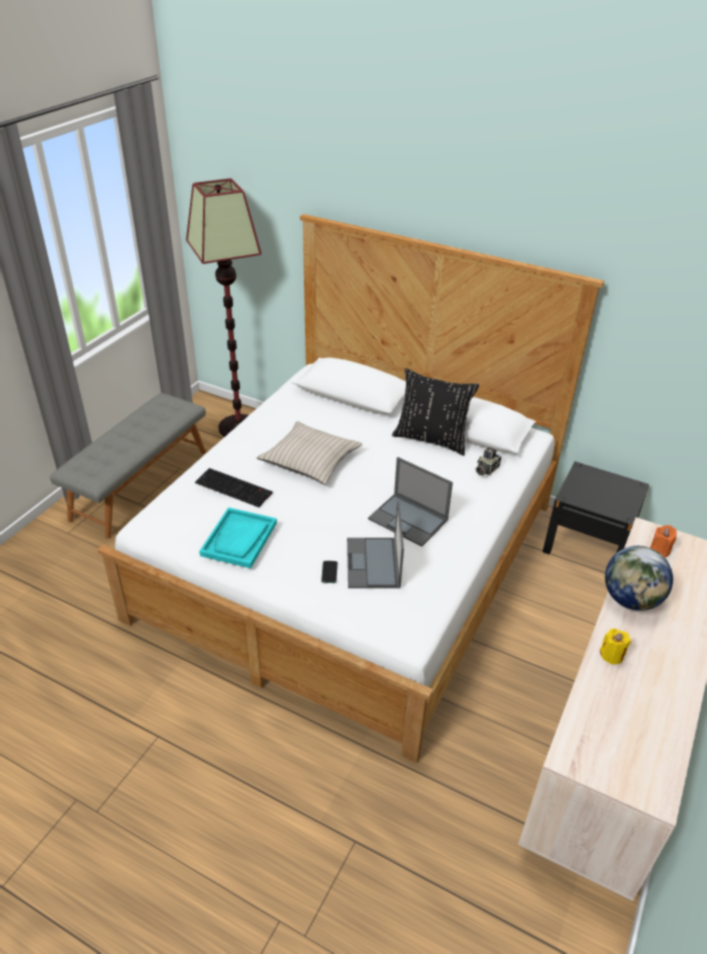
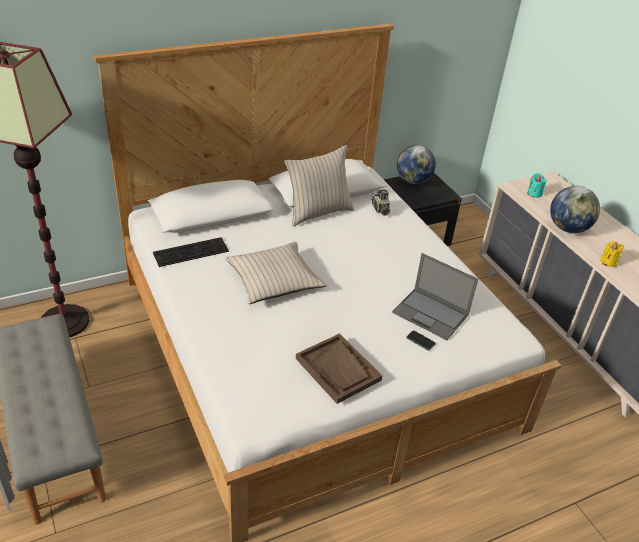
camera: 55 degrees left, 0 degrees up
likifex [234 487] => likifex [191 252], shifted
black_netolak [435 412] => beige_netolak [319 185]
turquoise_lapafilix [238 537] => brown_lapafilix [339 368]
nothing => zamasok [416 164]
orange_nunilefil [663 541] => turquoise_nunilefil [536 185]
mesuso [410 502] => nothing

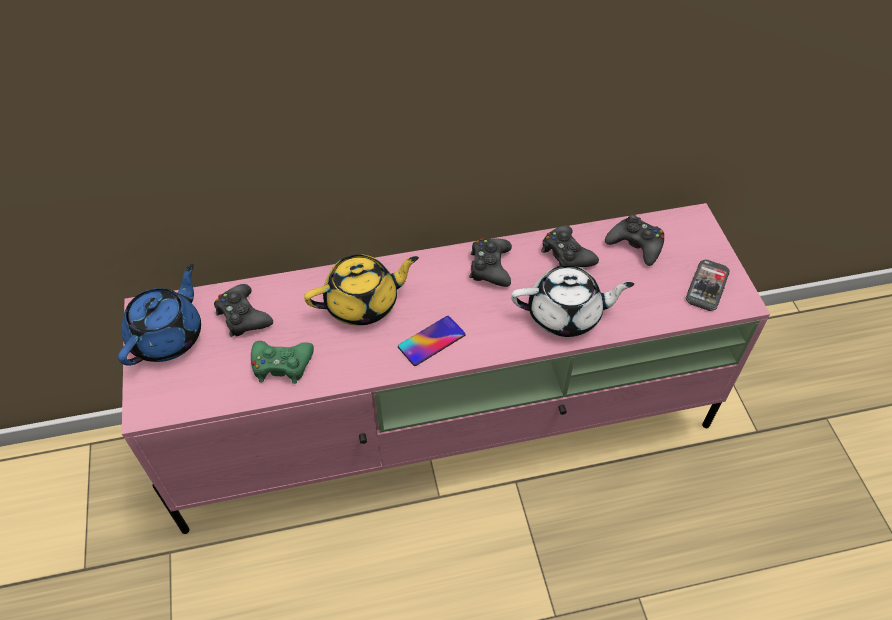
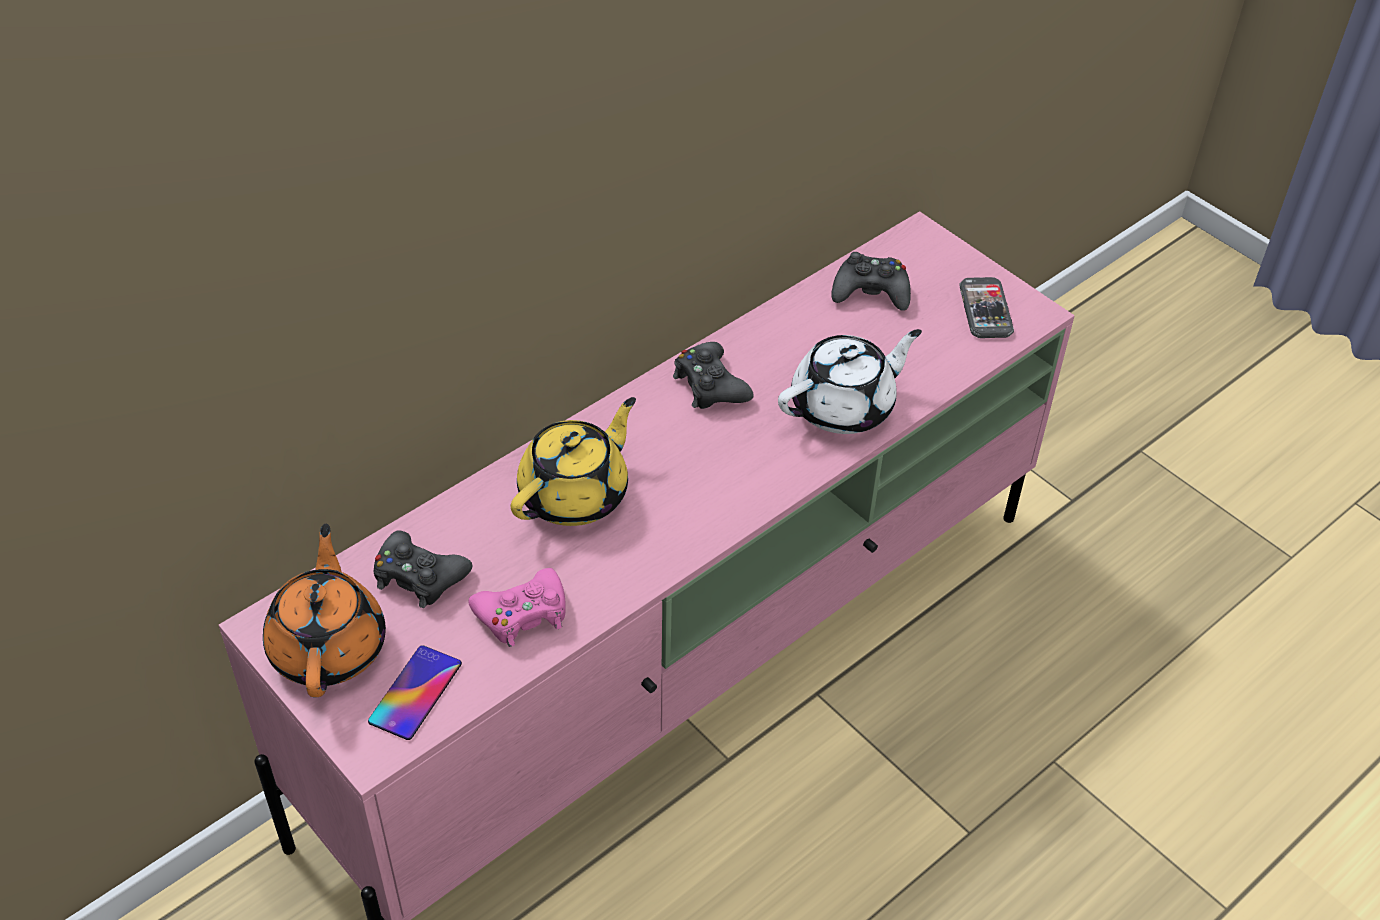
camera: 30 degrees left, 5 degrees down
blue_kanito [159 315] => orange_kanito [324 611]
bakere [432 341] => bakere [415 692], shifted
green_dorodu [282 362] => pink_dorodu [517 607]
black_dorodu [570 246] => nothing

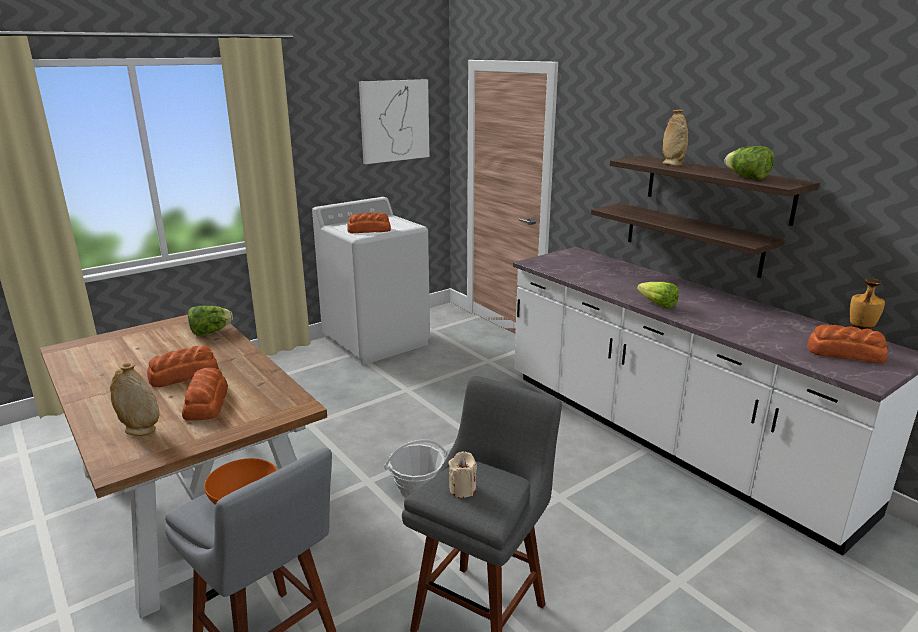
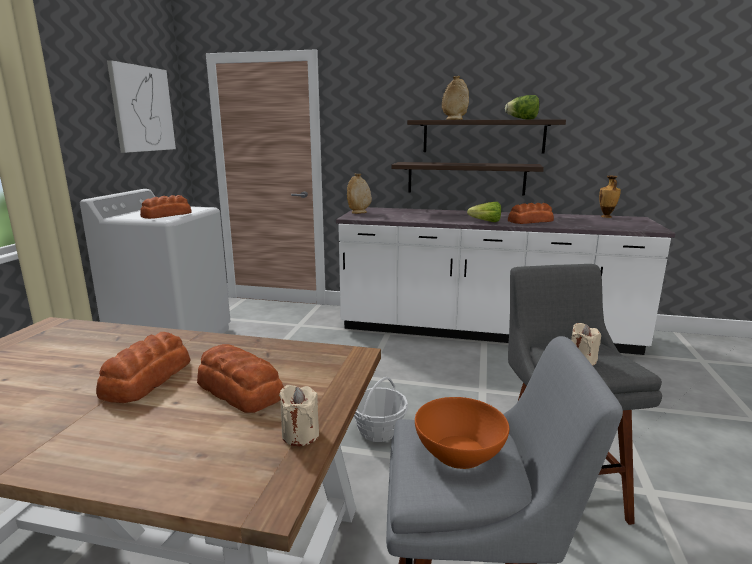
camera: 40 degrees left, 5 degrees down
nothing => beige_nunilefil [299 415]
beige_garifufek [134 399] => beige_garifufek [359 194], shifted
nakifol [847 344] => nakifol [531 213], shifted
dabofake [210 320] => nothing

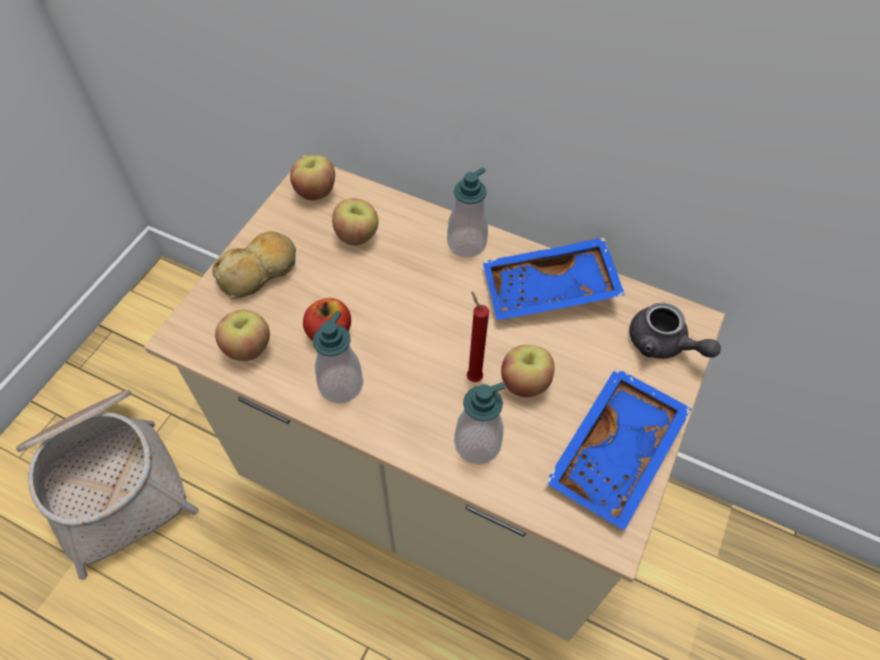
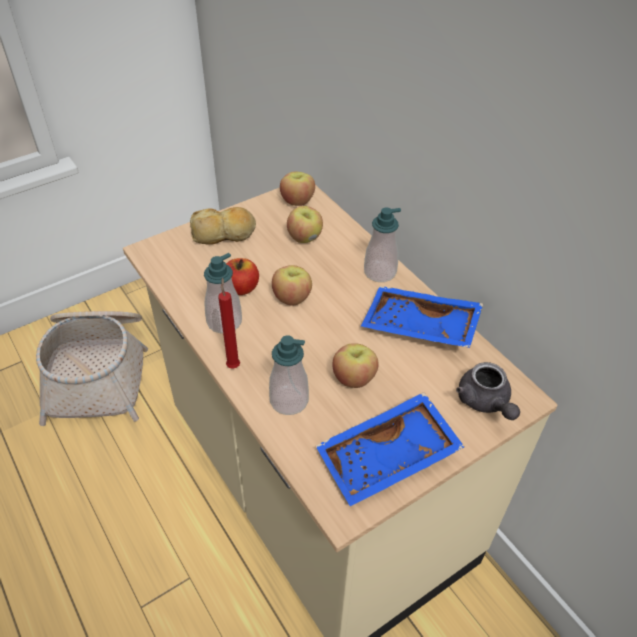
camera: 30 degrees right, 10 degrees down
red_nunilefil [478 336] => red_nunilefil [229 323], shifted
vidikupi [242 335] => vidikupi [292 285], shifted

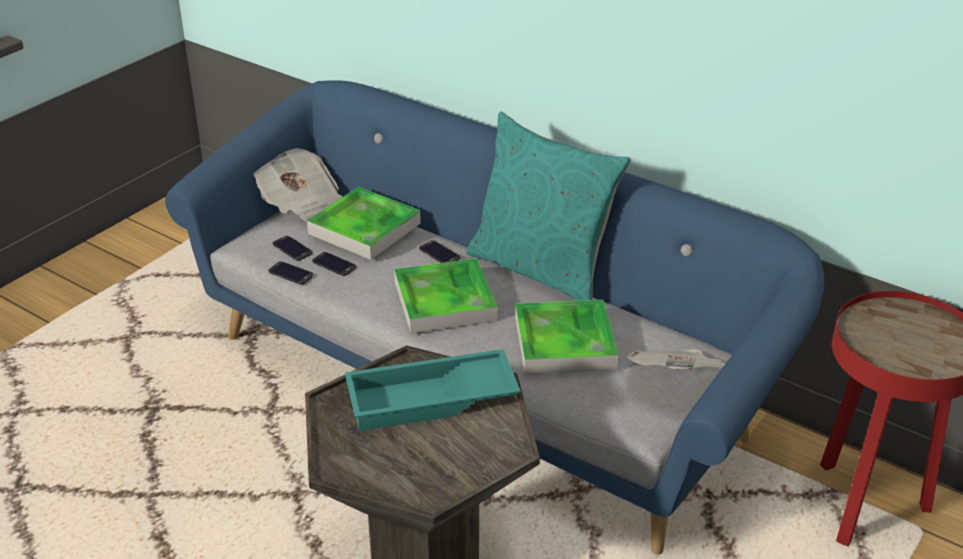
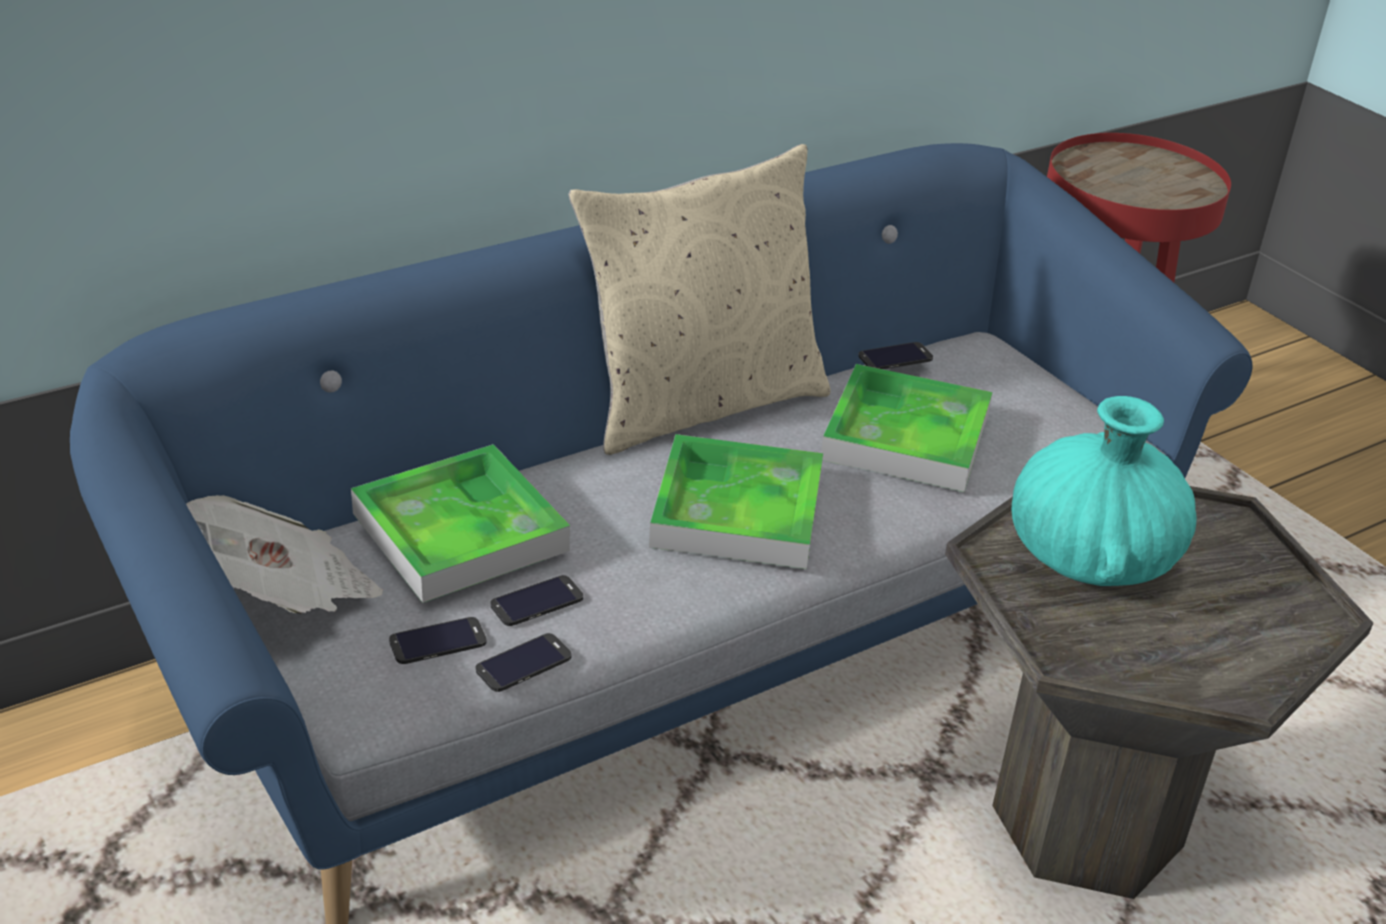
camera: 70 degrees left, 0 degrees up
turquoise_netolak [548 206] => beige_netolak [699 299]
bakere [439 251] => bakere [895 355], shifted
turquoise_lapafilix [433 390] => turquoise_garifufek [1104 491]
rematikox [676 359] => nothing

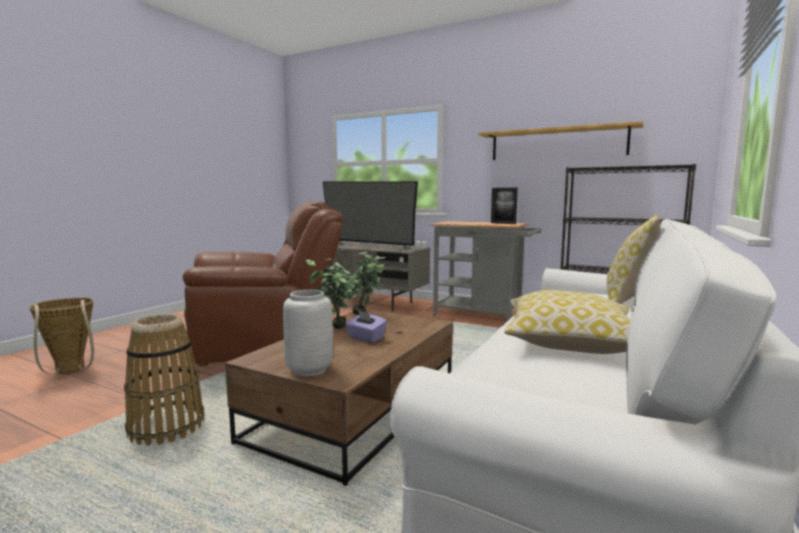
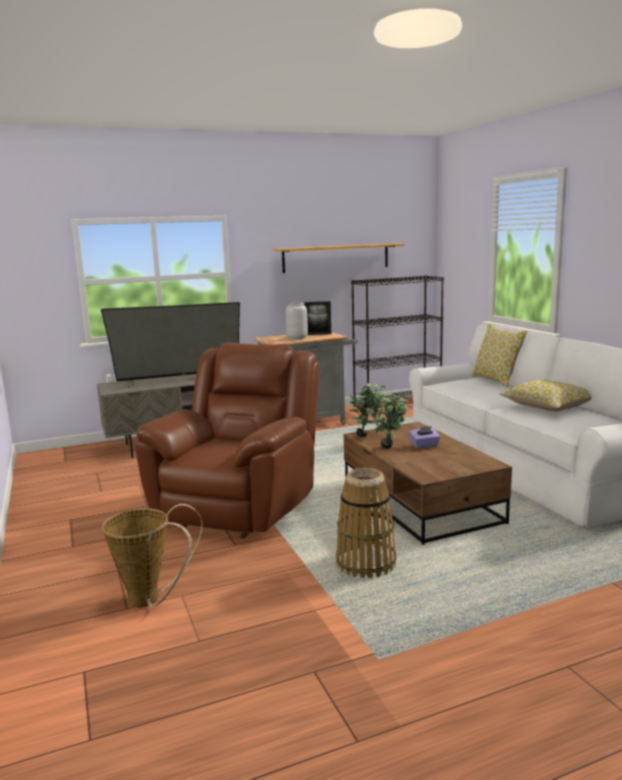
camera: 50 degrees left, 5 degrees up
grey_garifufek [308 333] => grey_garifufek [297 321], shifted

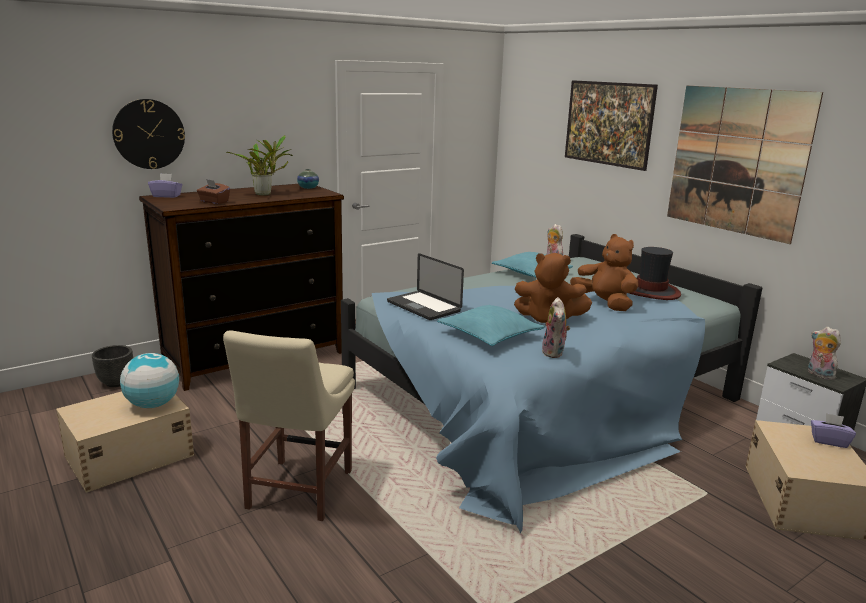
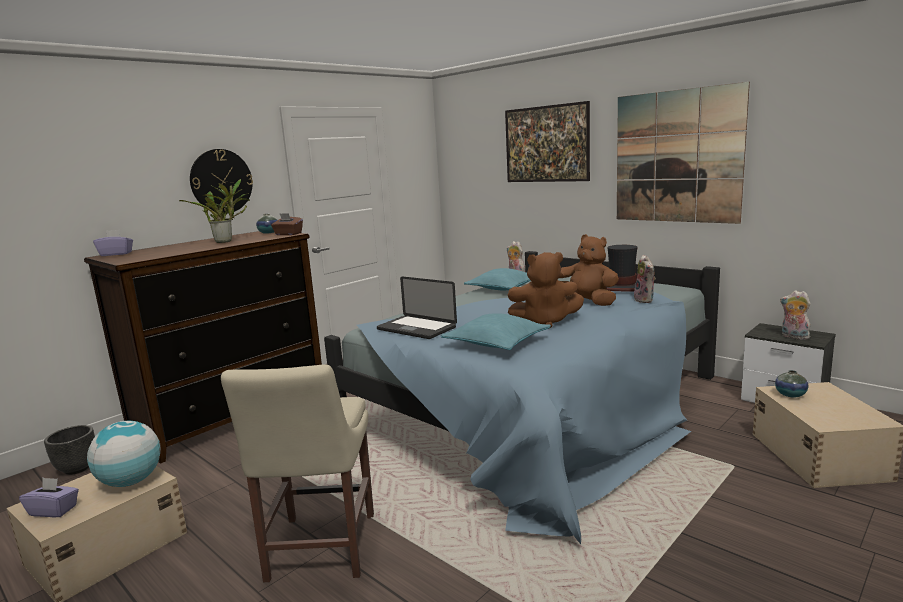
camera: 10 degrees left, 5 degrees down
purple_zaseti [833 430] => purple_zaseti [49 497], shifted
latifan [148 134] => latifan [221 181], shifted
brown_zaseti [213 191] => brown_zaseti [287 224], shifted
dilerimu [555 327] => dilerimu [645 279], shifted
nothing => garifufek [792 383]

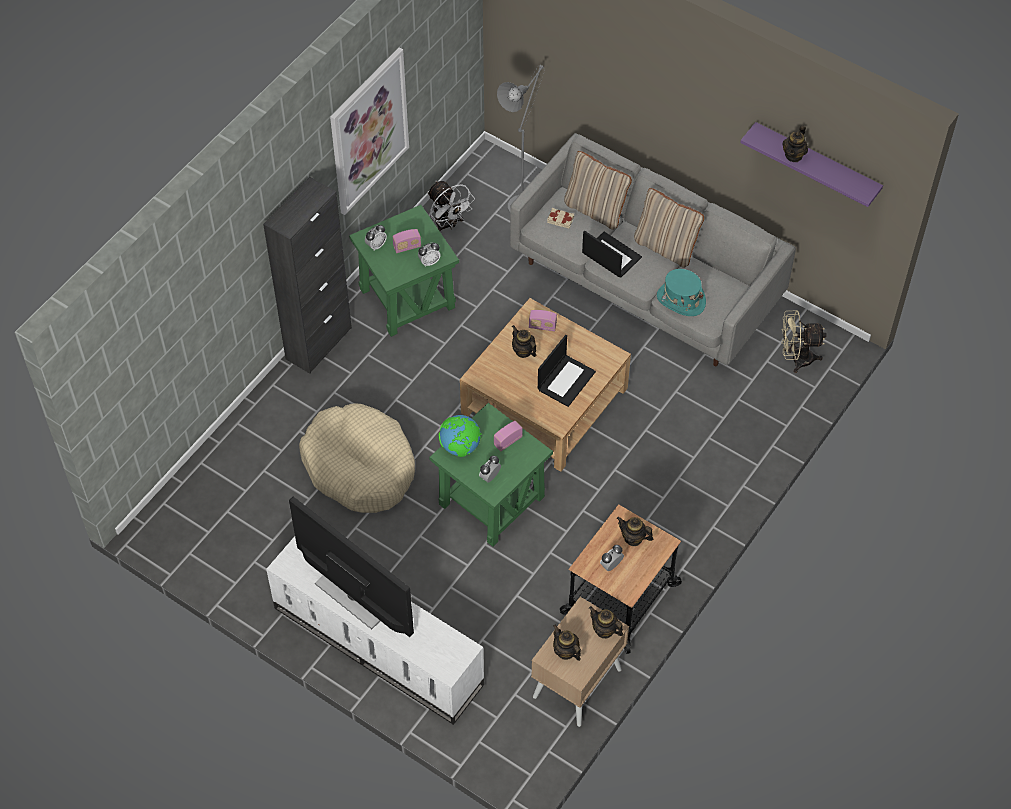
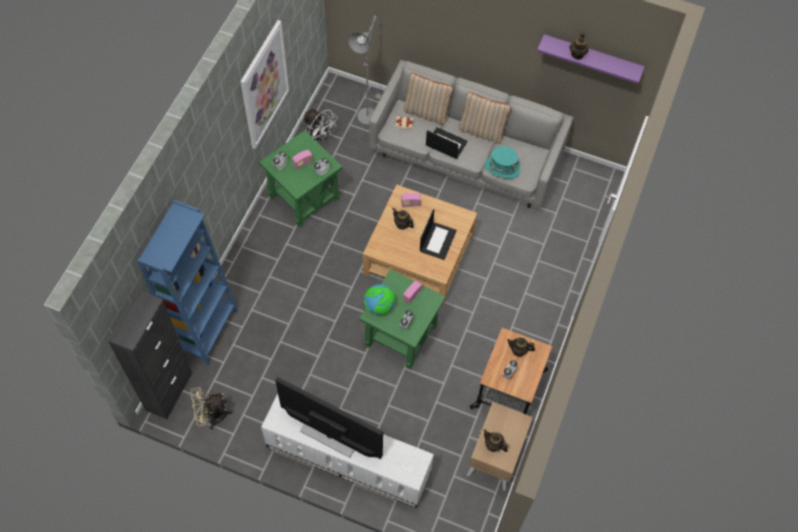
camera: 15 degrees left, 5 degrees up
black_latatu [307 275] => black_latatu [150 354], shifted
nothing => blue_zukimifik [187 282]
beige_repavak [804 341] => beige_repavak [211 408], shifted
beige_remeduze [357 458] => nothing
kanito [606 622] => nothing

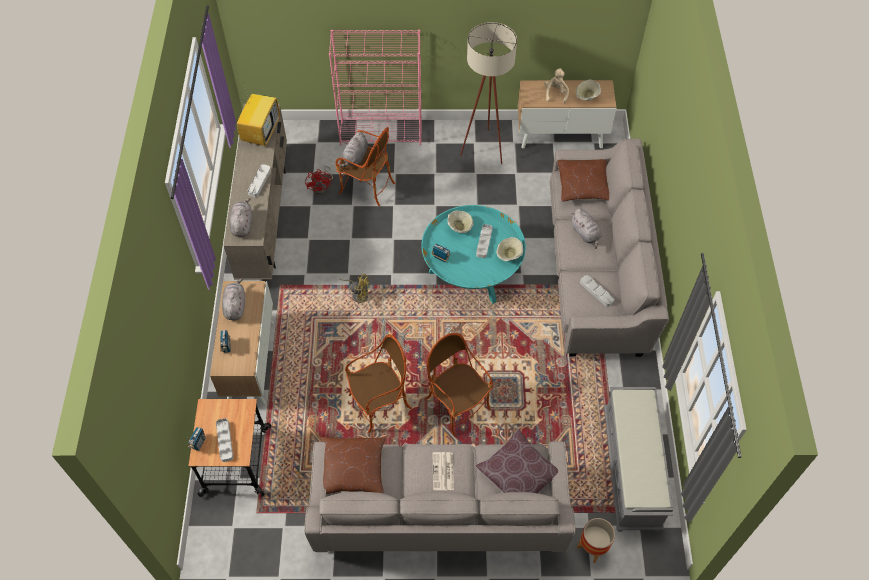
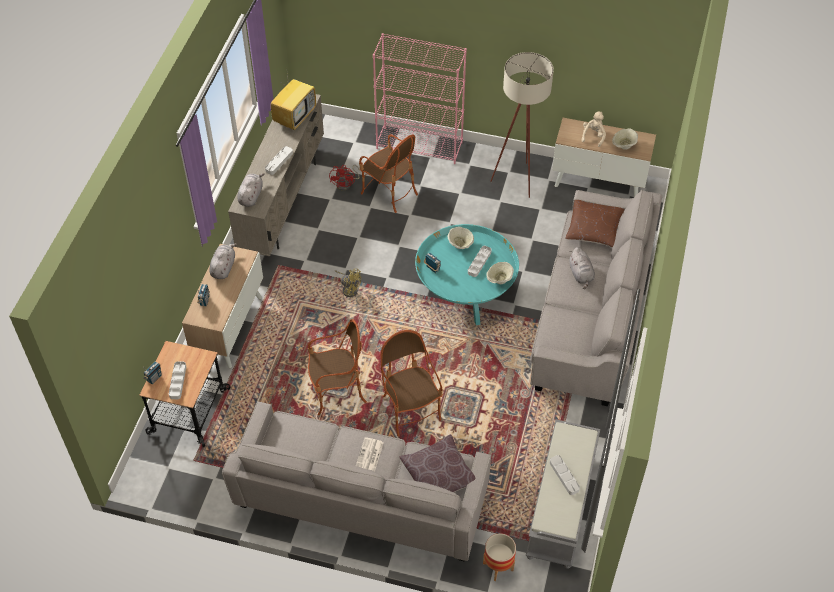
camera: 15 degrees right, 5 degrees down
grey_lapafilix [597 291] => grey_lapafilix [565 475], shifted
brown_netolak [353 465] => nothing
grey_dilerimu [353 149] => nothing

